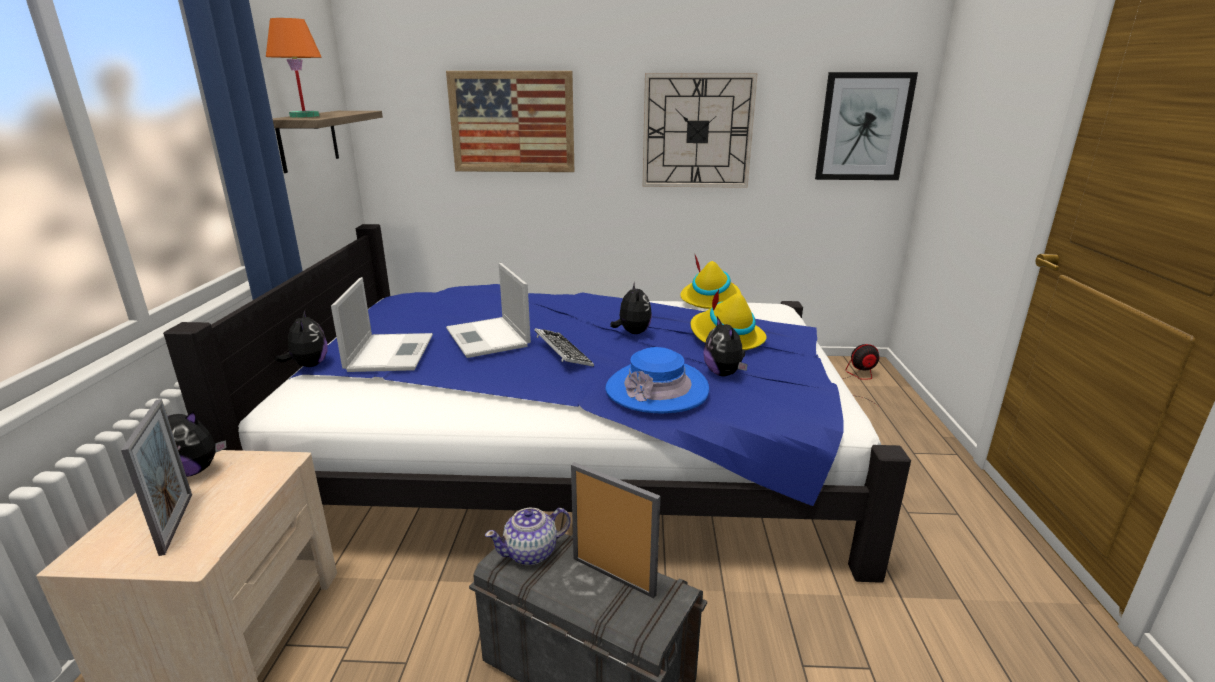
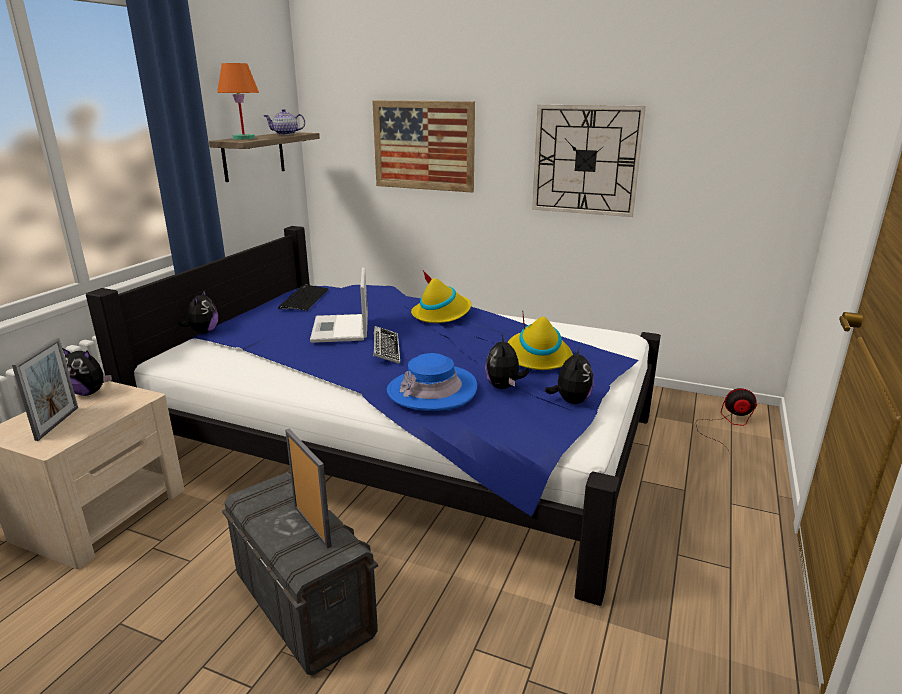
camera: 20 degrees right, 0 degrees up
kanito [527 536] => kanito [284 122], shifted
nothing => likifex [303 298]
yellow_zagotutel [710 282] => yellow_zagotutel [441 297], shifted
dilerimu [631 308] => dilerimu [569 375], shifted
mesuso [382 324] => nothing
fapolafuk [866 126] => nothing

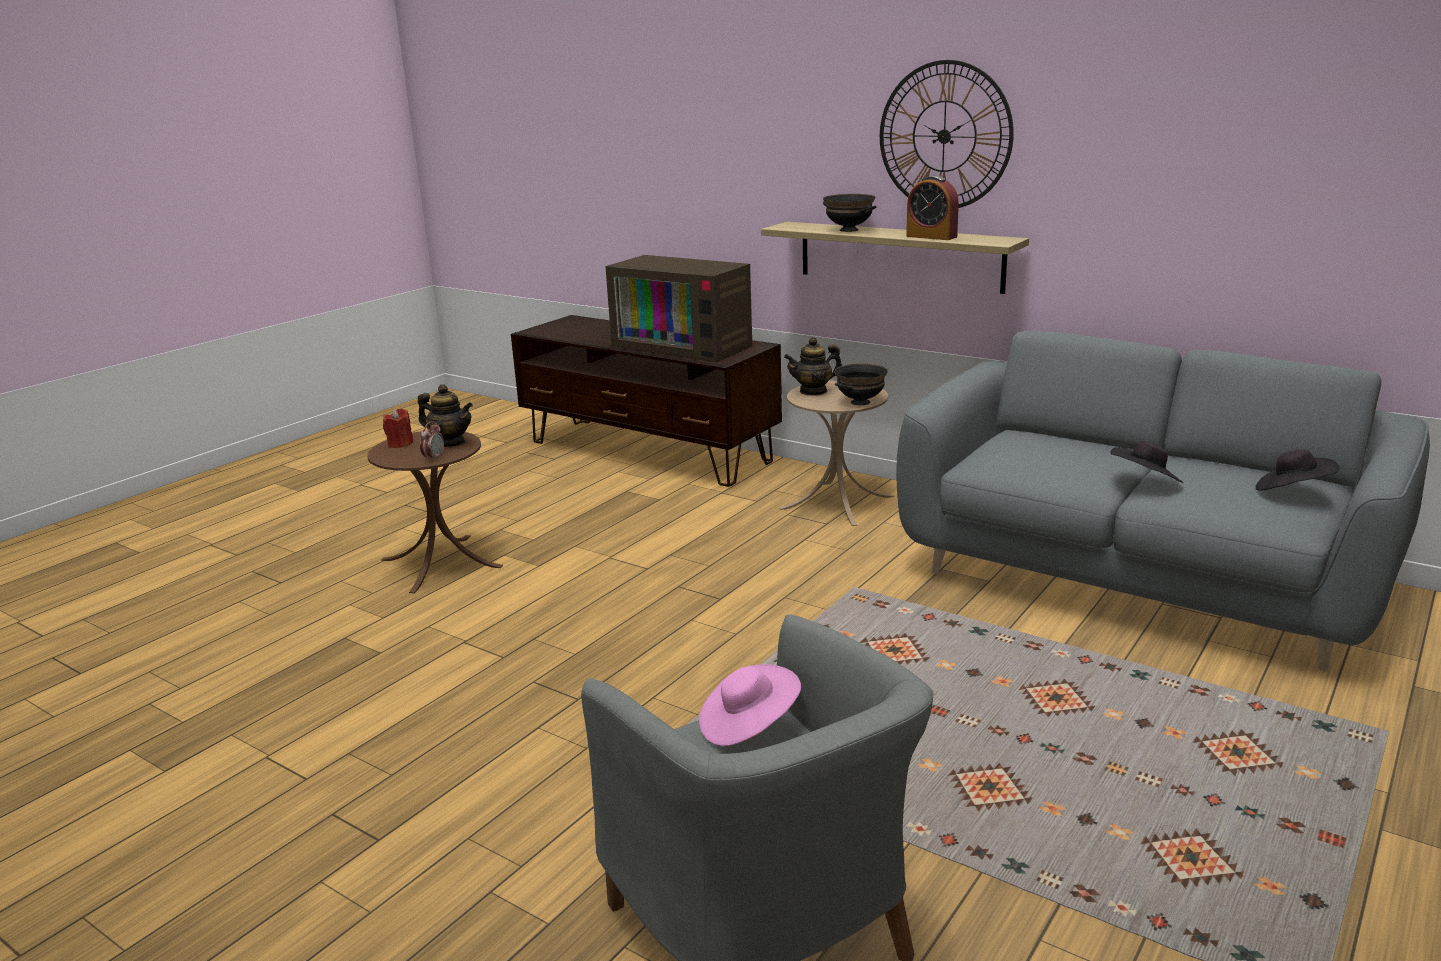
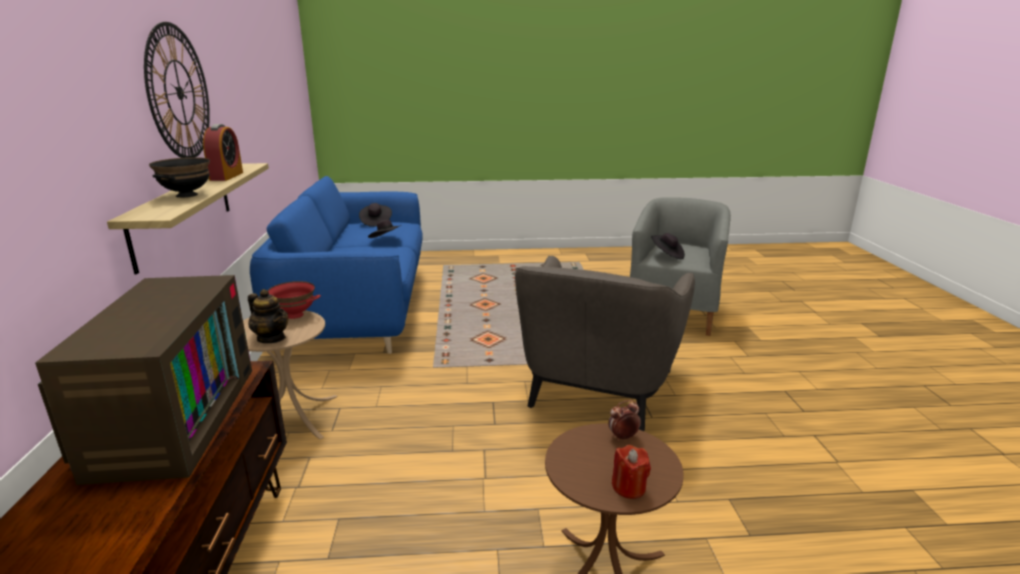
camera: 130 degrees left, 0 degrees up
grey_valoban [1163 501] => blue_valoban [336 266]
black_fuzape [861 384] => red_fuzape [294 300]
nothing => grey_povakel [605 343]
pink_zagotutel [750 705] => black_zagotutel [668 246]
kanito [445 415] => nothing

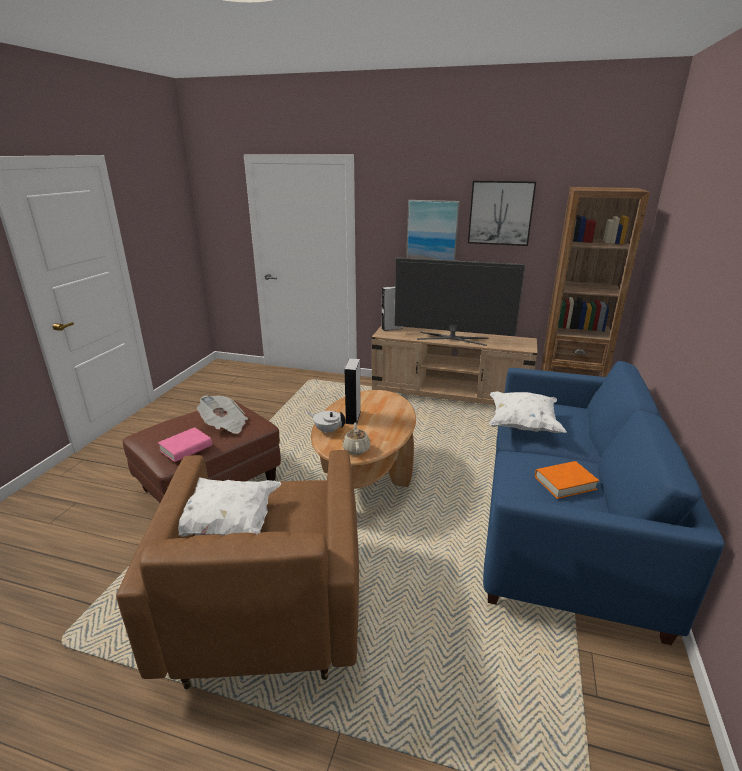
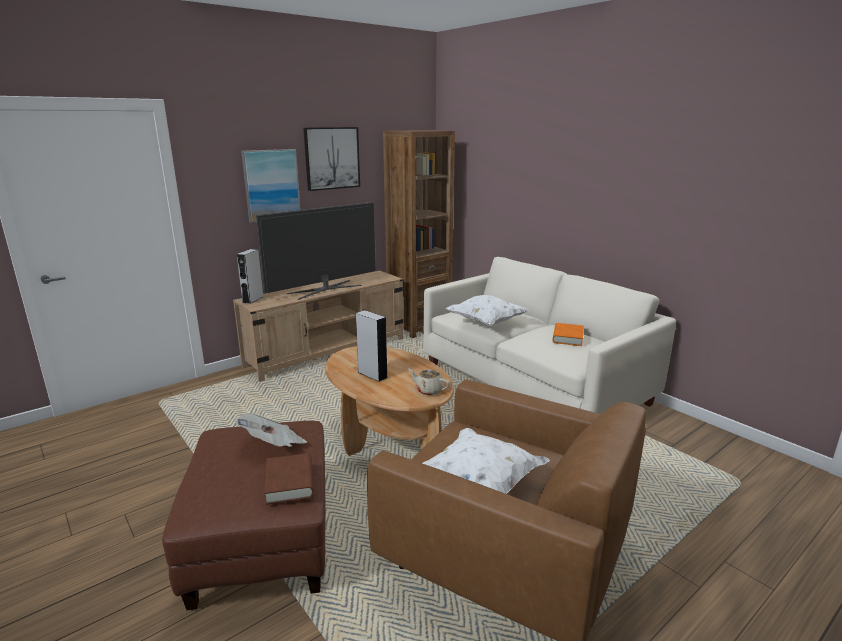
camera: 55 degrees left, 5 degrees down
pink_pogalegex [185 444] => brown_pogalegex [289 479]
blue_valoban [603 503] => white_valoban [549 335]
white_kanito [327 422] => nothing

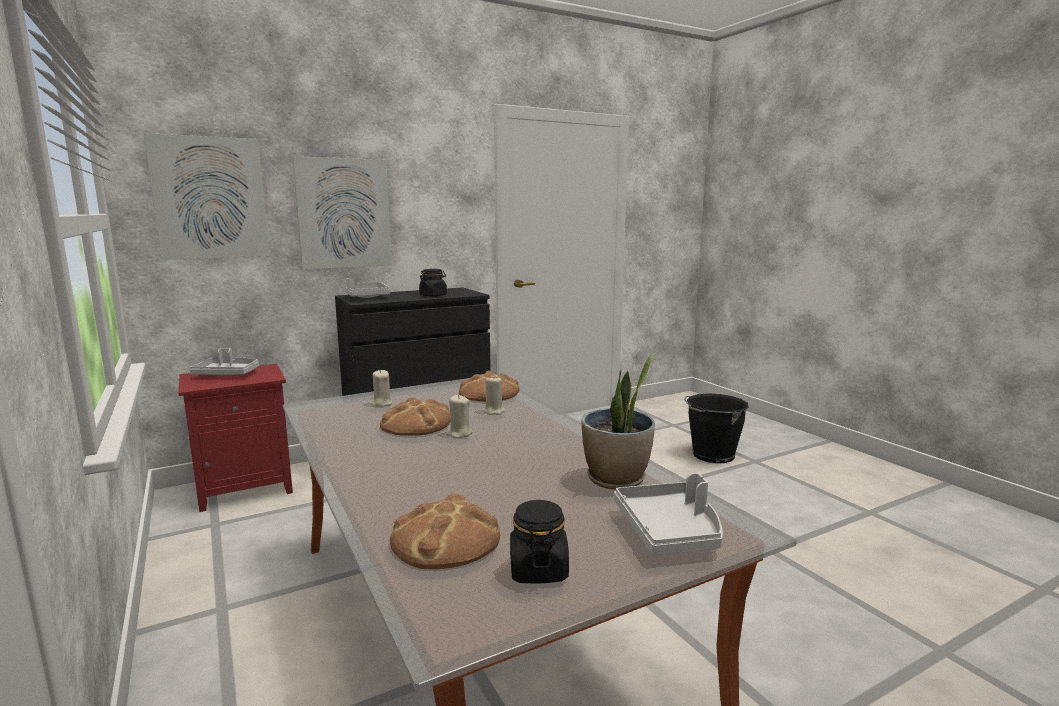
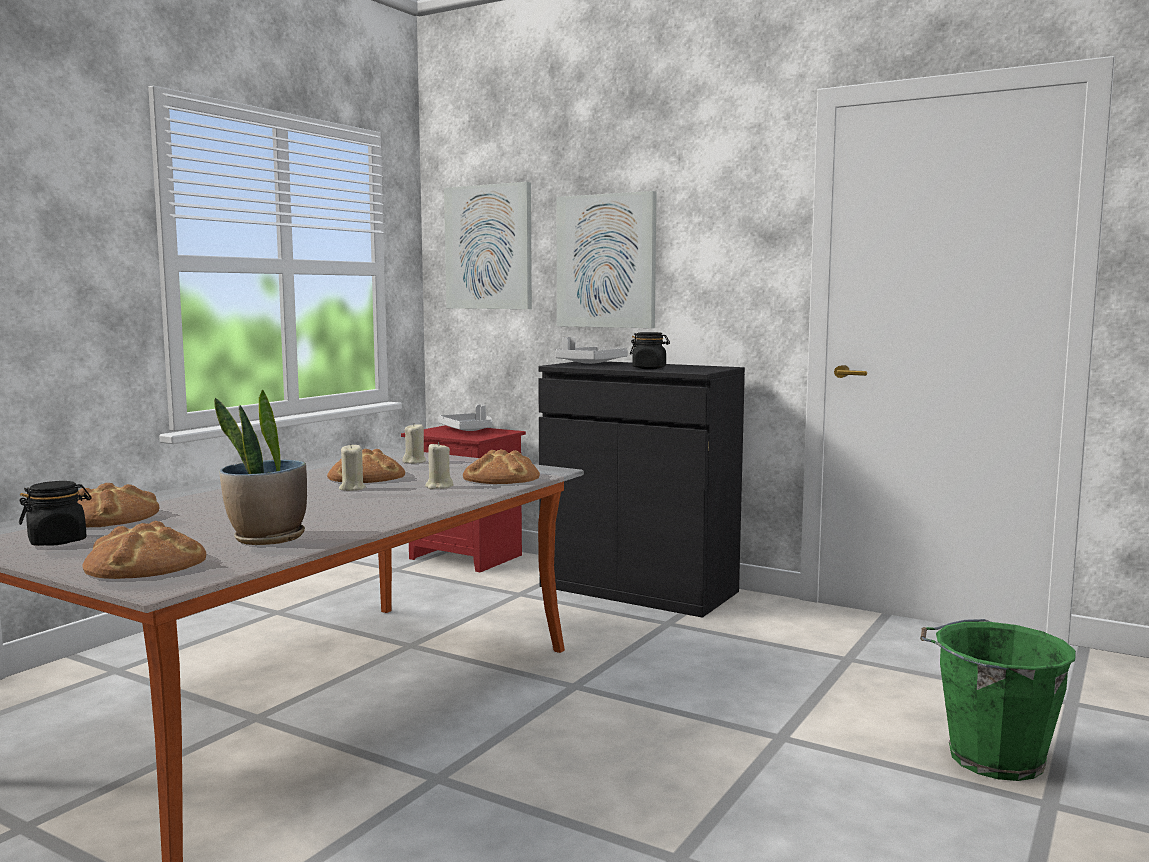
camera: 60 degrees right, 5 degrees down
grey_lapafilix [668 514] => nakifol [144 550]
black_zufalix [716 428] => green_zufalix [998 700]

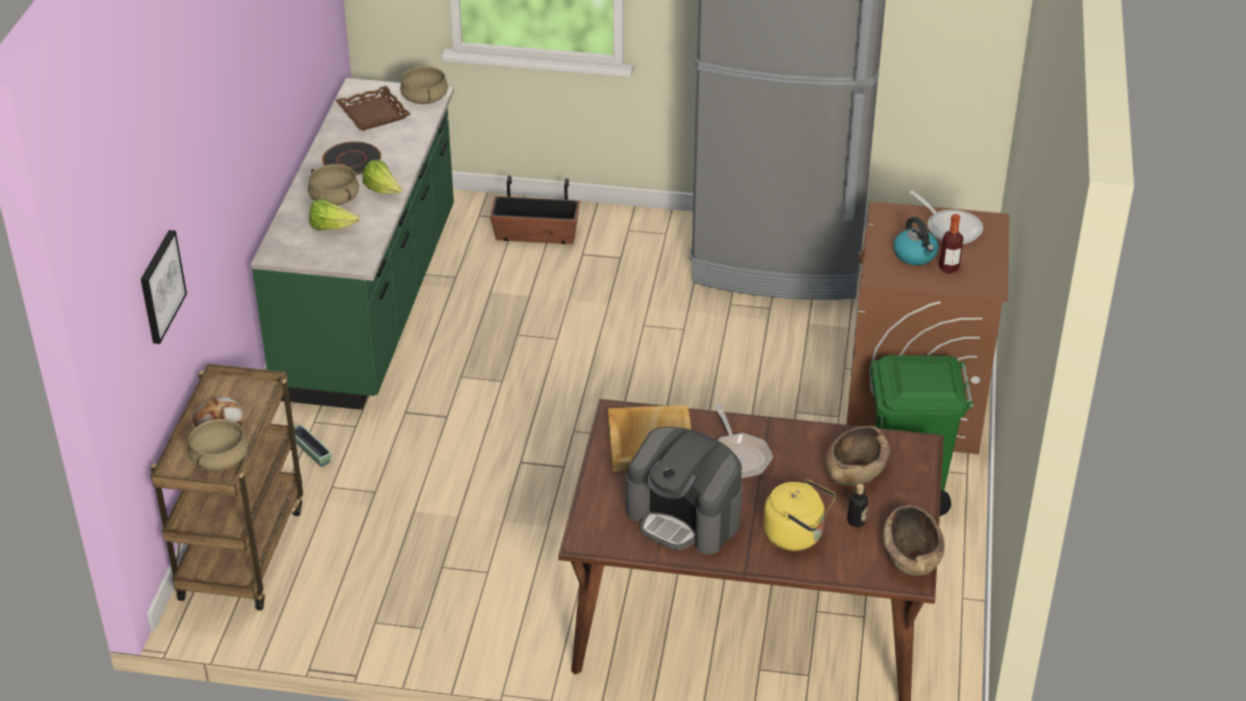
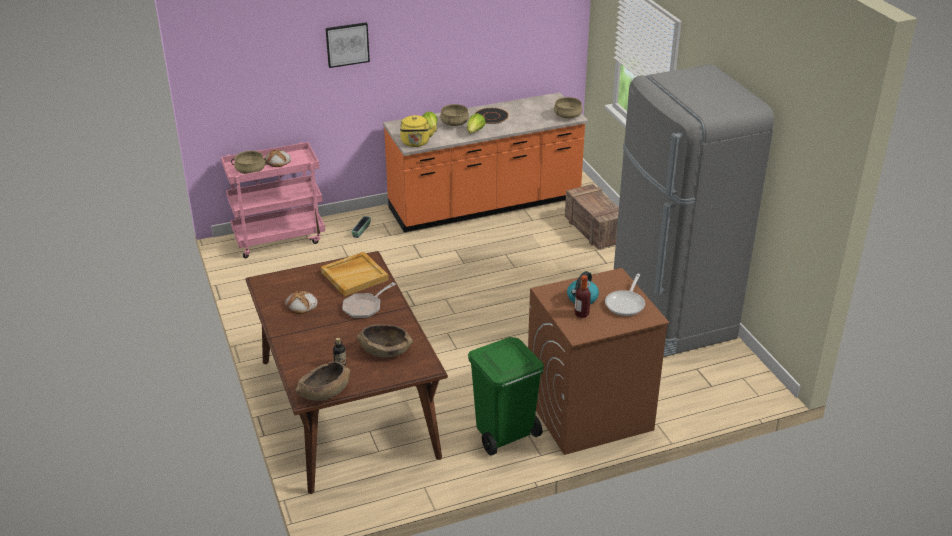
camera: 60 degrees right, 5 degrees down
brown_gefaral [227 487] => pink_gefaral [273 200]
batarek [684 490] => nakifol [301 302]
fapolafuk [164 287] => fapolafuk [347 45], shifted
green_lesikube [352 244] => orange_lesikube [485 162]
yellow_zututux [799 515] => yellow_zututux [418 131], shifted
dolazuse [535 209] => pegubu [592 216]
brown_lapafilix [373 108] => nothing

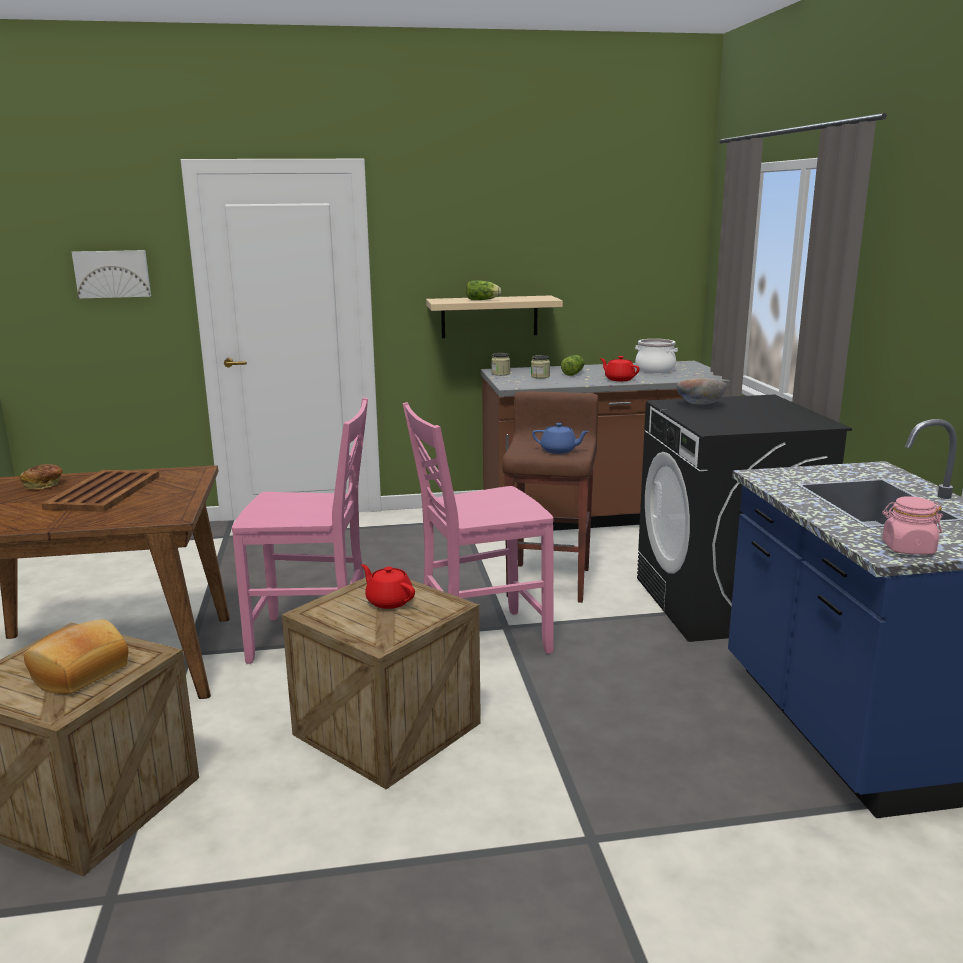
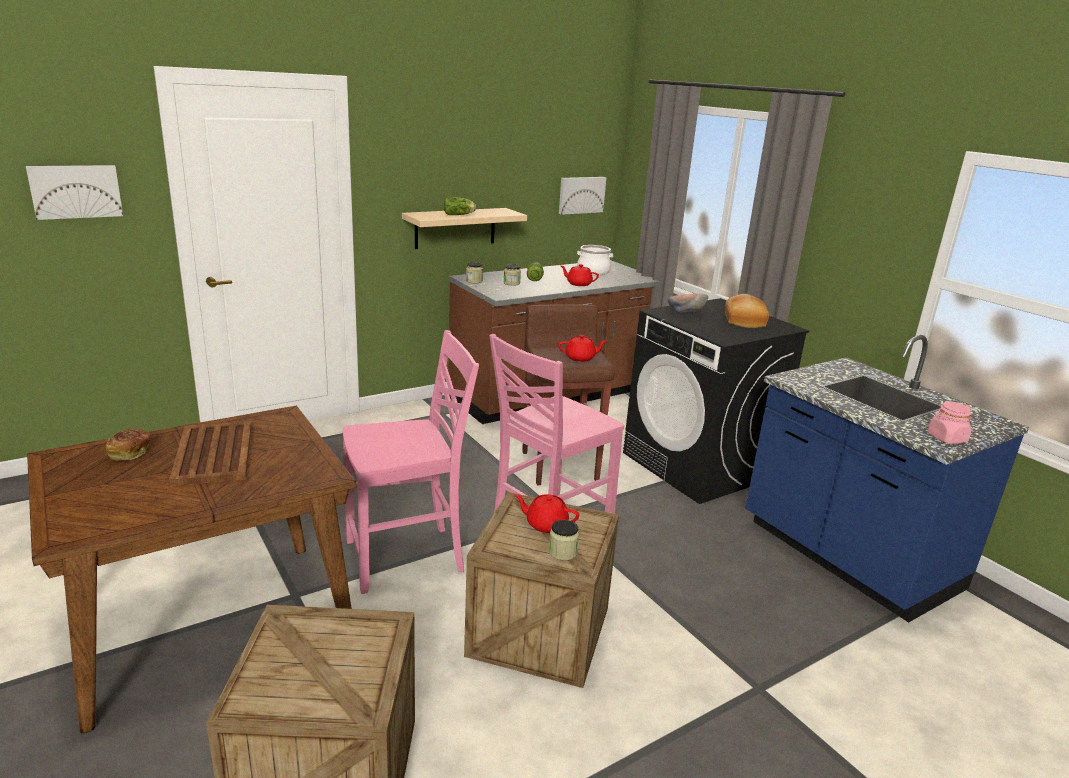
camera: 25 degrees left, 5 degrees up
nothing => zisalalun [564 540]
blue_kanito [560 438] => red_kanito [582 348]
nothing => fapolafuk [582 196]
nakifol [76 656] => nakifol [747 311], shifted

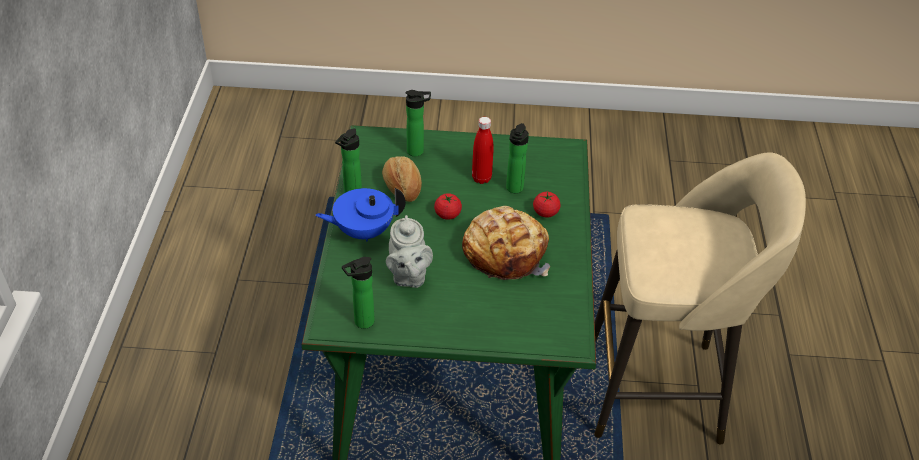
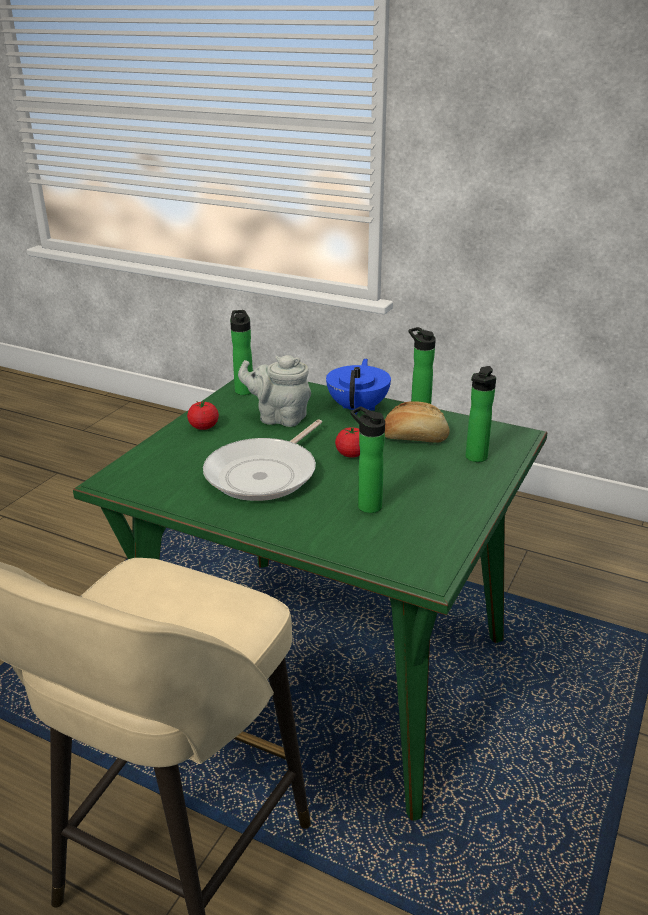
camera: 115 degrees right, 15 degrees down
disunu [546 205] => disunu [203 415], shifted
nakifol [506 243] => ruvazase [262 460]
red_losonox [483 150] => nothing

